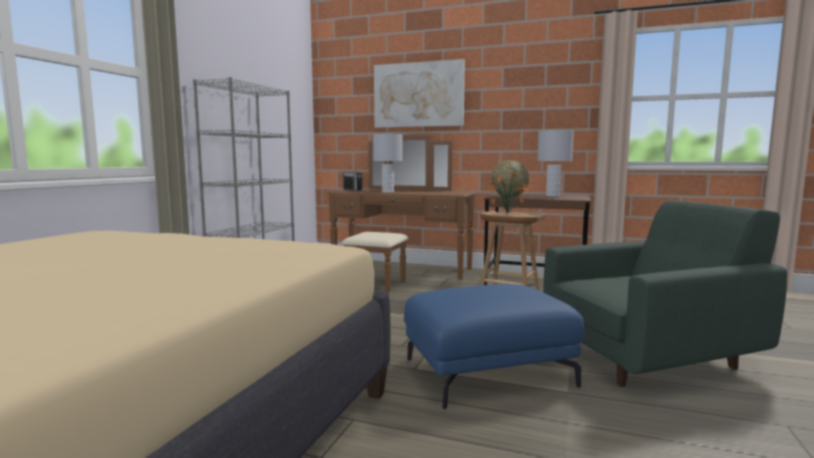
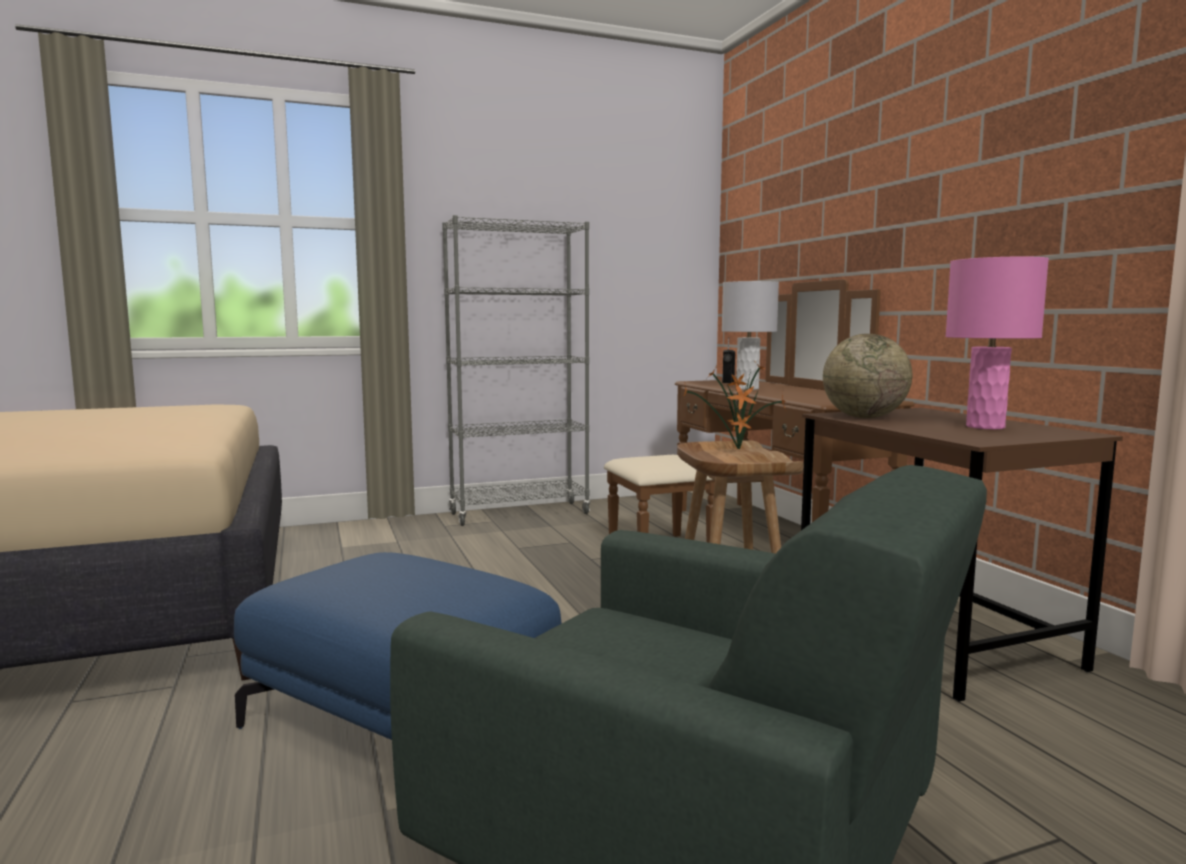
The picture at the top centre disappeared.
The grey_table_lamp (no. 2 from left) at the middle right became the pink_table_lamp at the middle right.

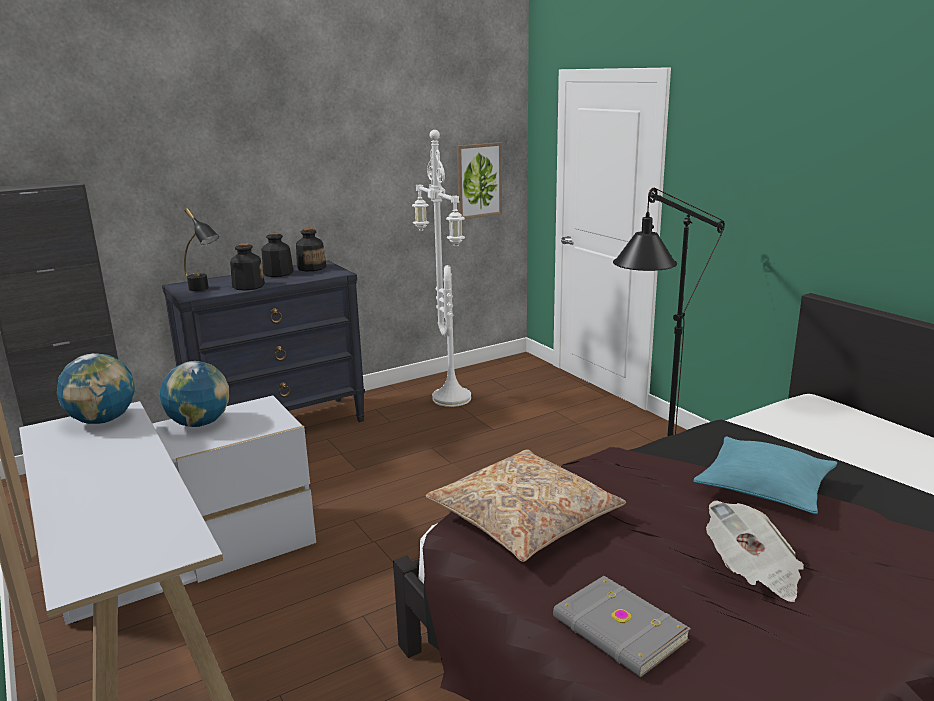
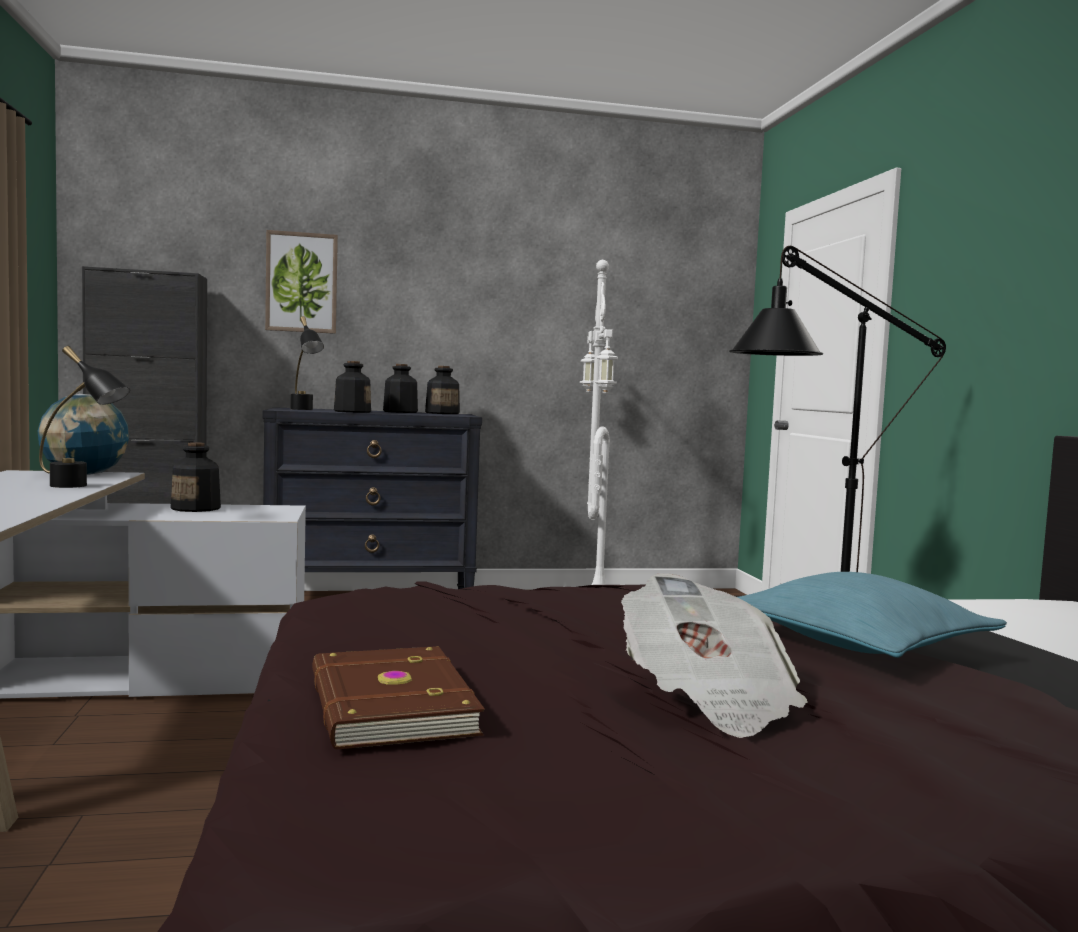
The picture moved from the top centre to the top left.
The globe (no. 2 from left) at the middle left was replaced by the beverage_bottle (no. 1 from left) at the middle left.
The beige_throw_pillow at the bottom centre disappeared.
The grey_volume at the bottom centre became the brown-coloured_volume at the bottom centre.
The black-coloured_table_lamp (no. 1 from left) at the middle left appeared.

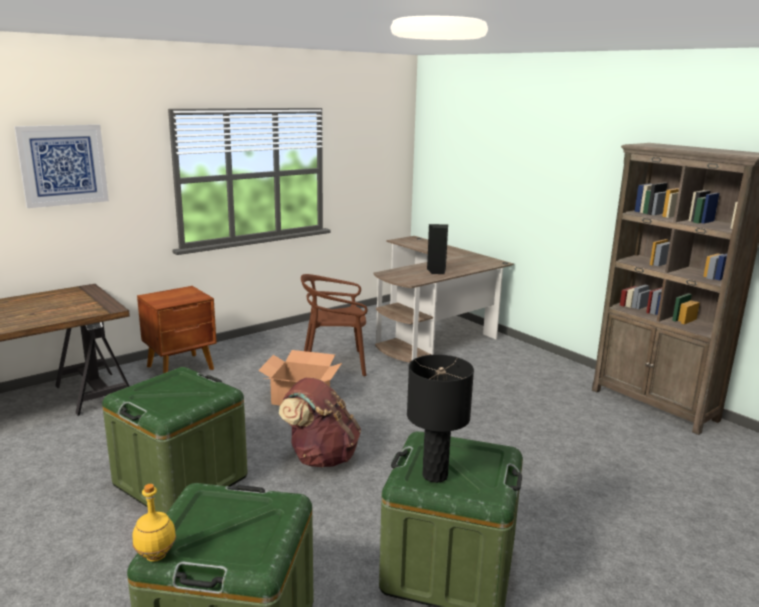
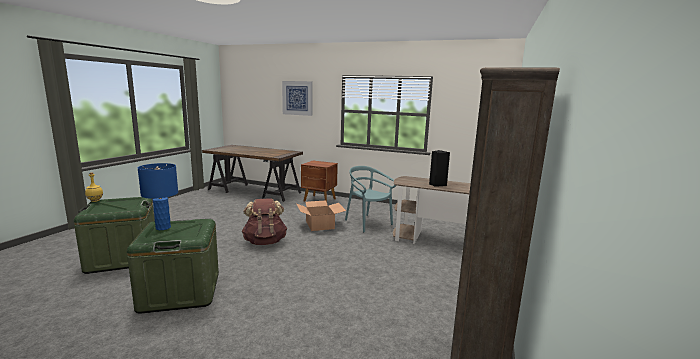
The brown-coloured_chair at the centre became the turquoise-coloured_chair at the centre.
The black-coloured_table_lamp at the bottom centre became the blue_table_lamp at the middle left.
The green-coloured_storage_bin (no. 1 from left) at the bottom left disappeared.

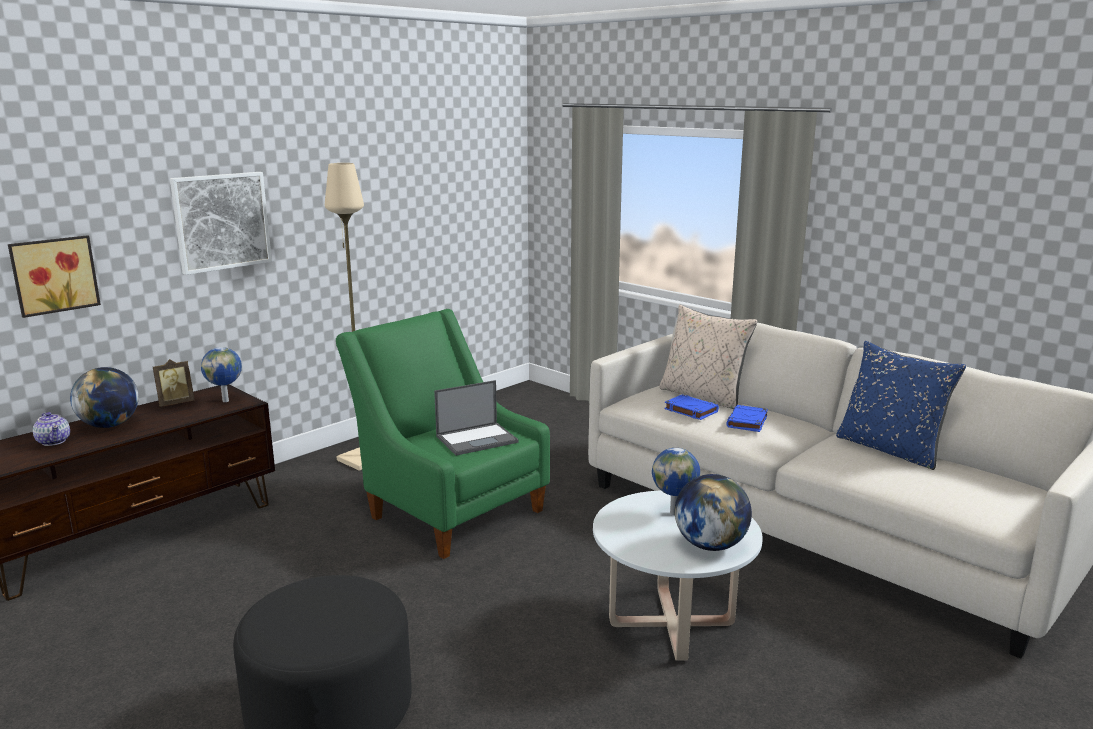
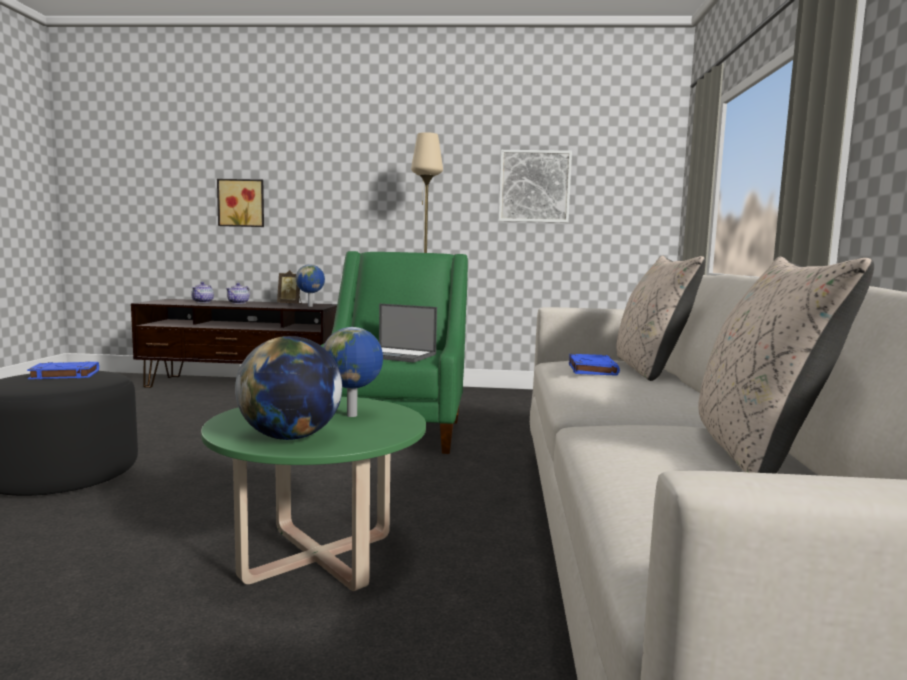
The picture (no. 2 from left) moved from the top left to the top centre.
The blue_throw_pillow at the middle right became the beige_throw_pillow (no. 2 from left) at the middle right.
The globe (no. 1 from left) at the middle left was replaced by the pot_for_tea (no. 2 from left) at the middle left.
The blue_volume (no. 2 from left in the first image) moved from the middle right to the middle left.
The white-coloured_lounge_table at the bottom centre became the green-coloured_lounge_table at the bottom centre.

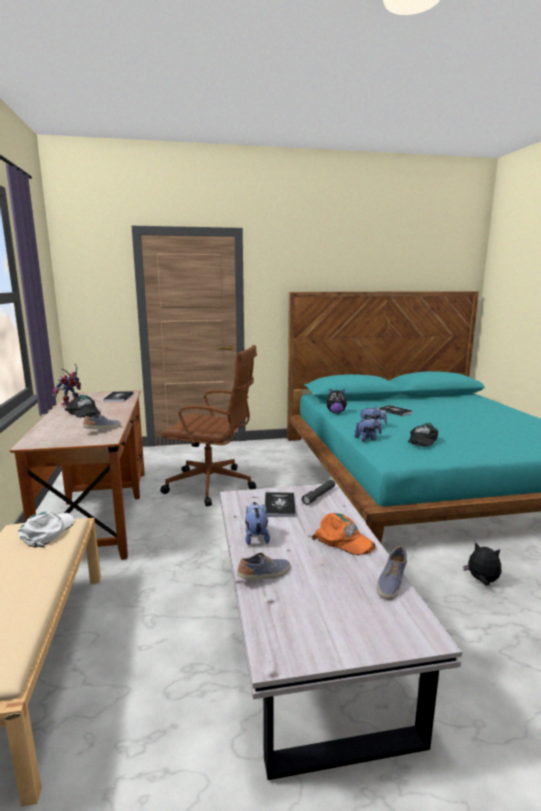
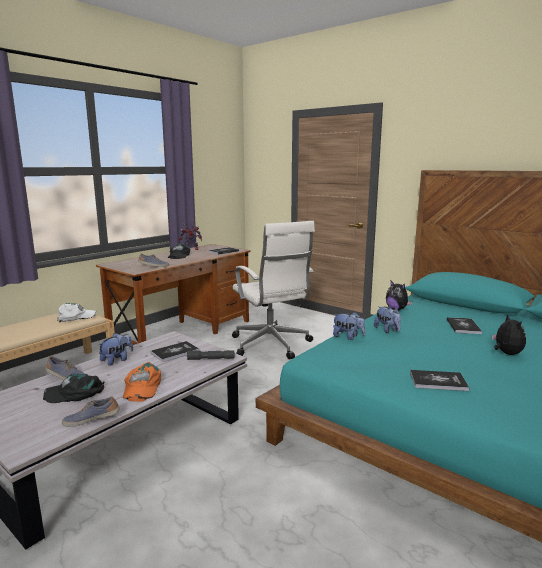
The brown-coloured_office_chair at the centre became the white-coloured_office_chair at the centre.
The black-coloured_peaked_cap (no. 2 from left in the first image) moved from the middle right to the bottom left.
The plush_toy (no. 5 from left) moved from the bottom right to the middle right.
The volume (no. 3 from left) at the bottom right appeared.

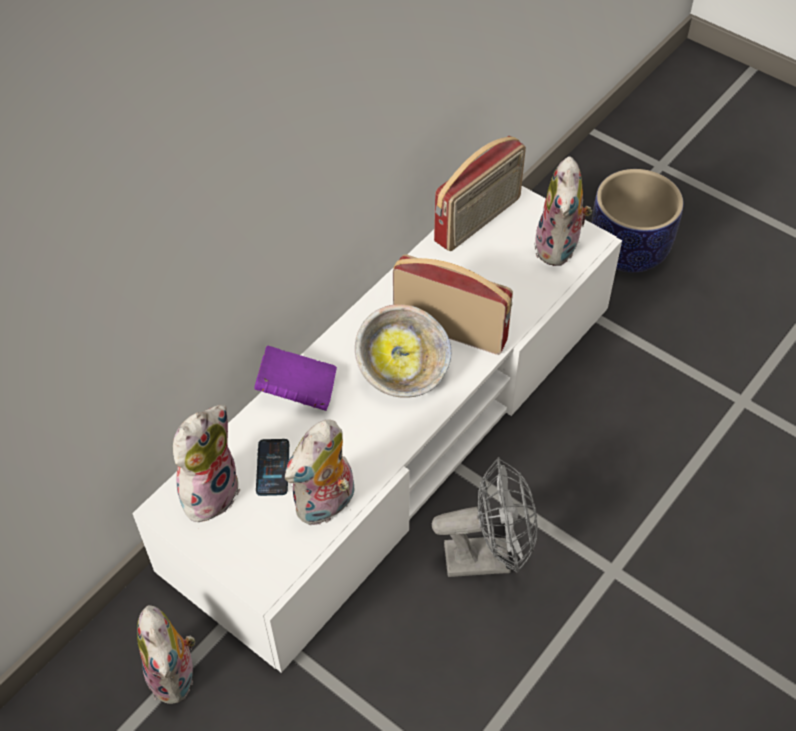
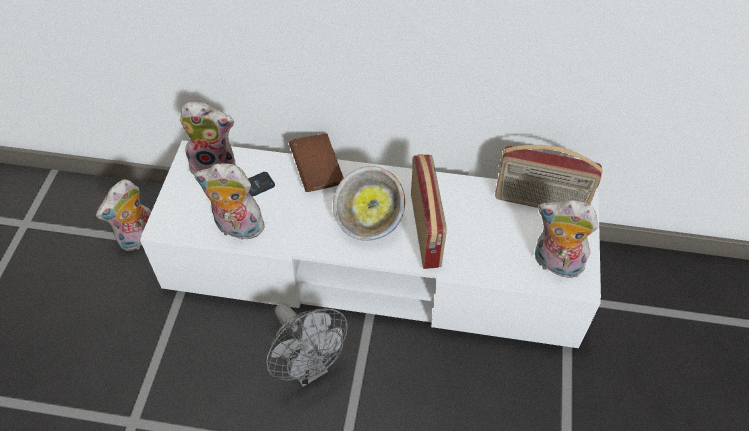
The plush_toy (no. 4 from left) at the top right turned 45 degrees clockwise.
The flower_pot at the top right disappeared.
The purple-coloured_volume at the centre became the brown-coloured_volume at the centre.

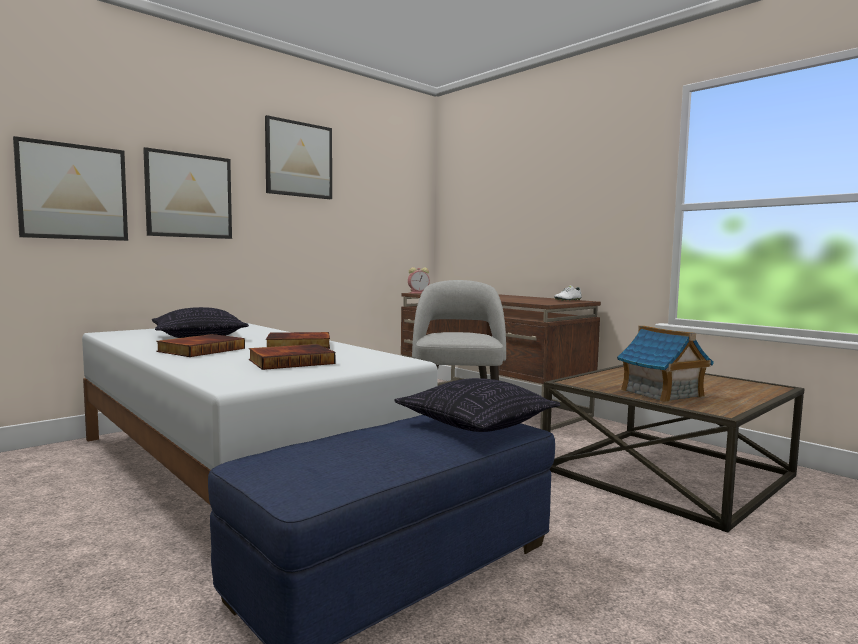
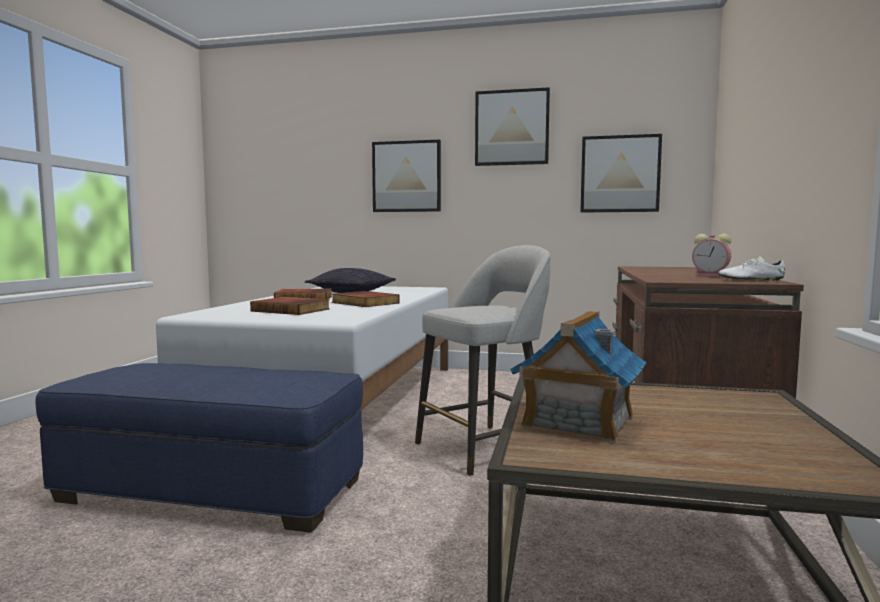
The picture (no. 1 from left in the first image) moved from the top left to the top right.
The alarm_clock moved from the centre to the middle right.
The throw_pillow (no. 2 from left) at the centre disappeared.

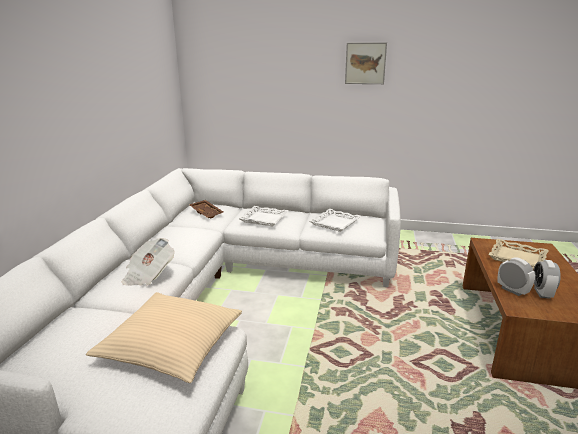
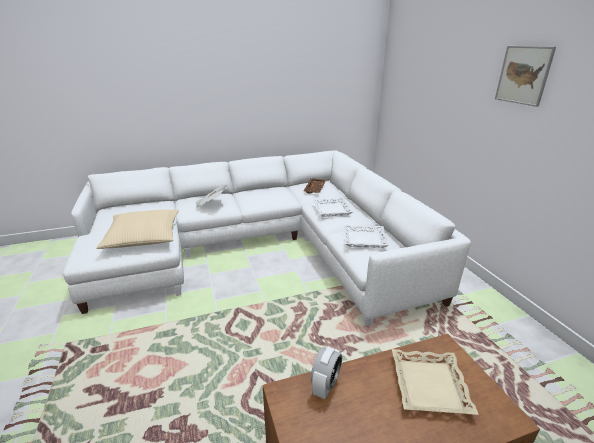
The alarm_clock (no. 2 from left) at the middle right disappeared.

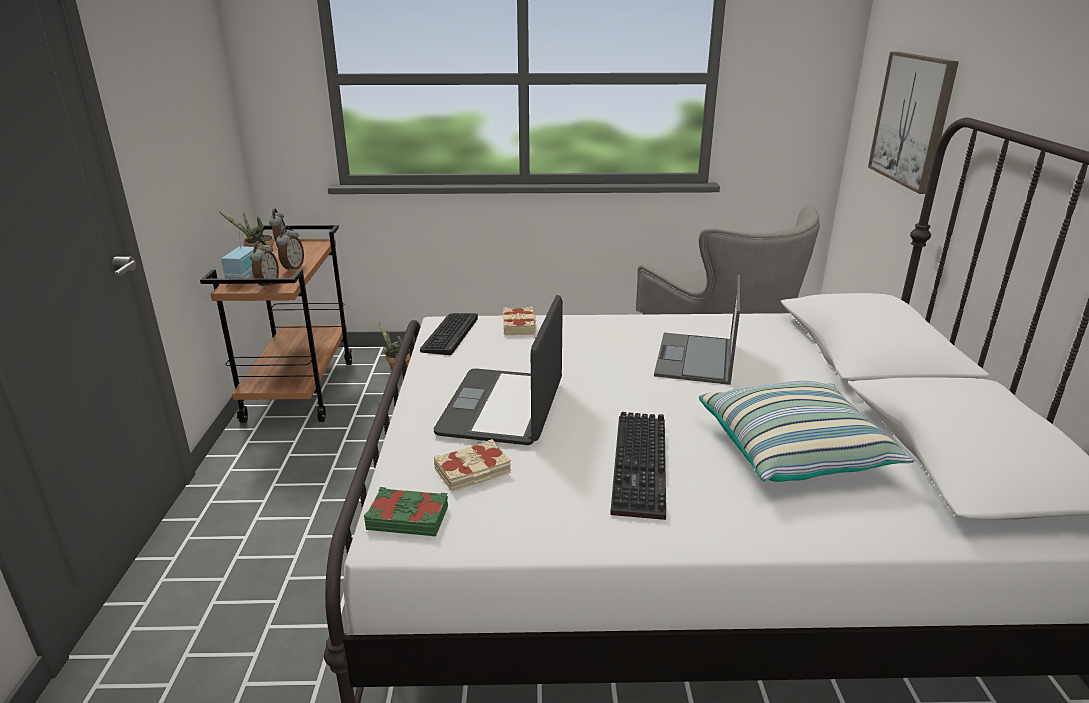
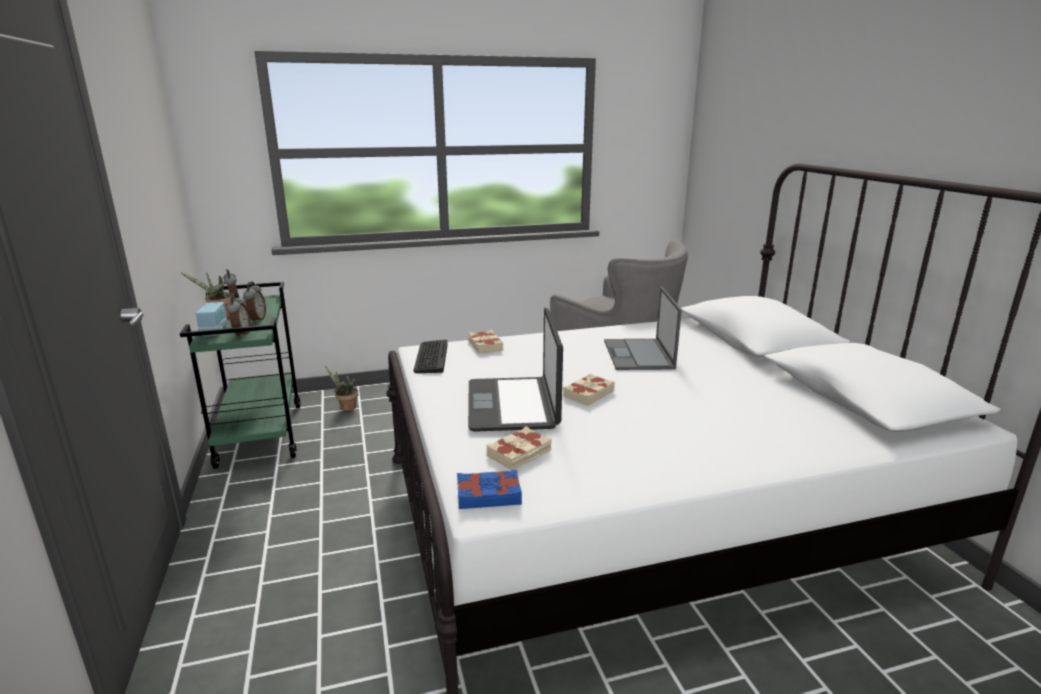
The picture at the top right disappeared.
The brown-coloured_wheeled_cart at the middle left became the green-coloured_wheeled_cart at the middle left.
The throw_pillow at the middle right disappeared.
The PC_keyboard (no. 2 from left) at the centre disappeared.
The green-coloured_volume at the bottom centre became the blue_volume at the bottom centre.
The beige_volume (no. 3 from left) at the centre appeared.

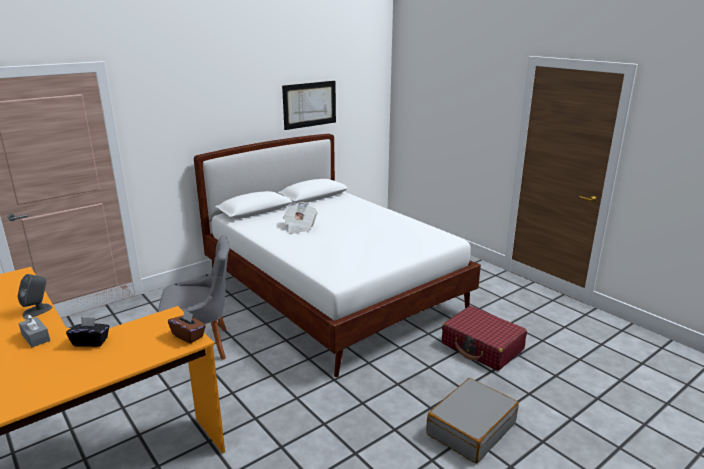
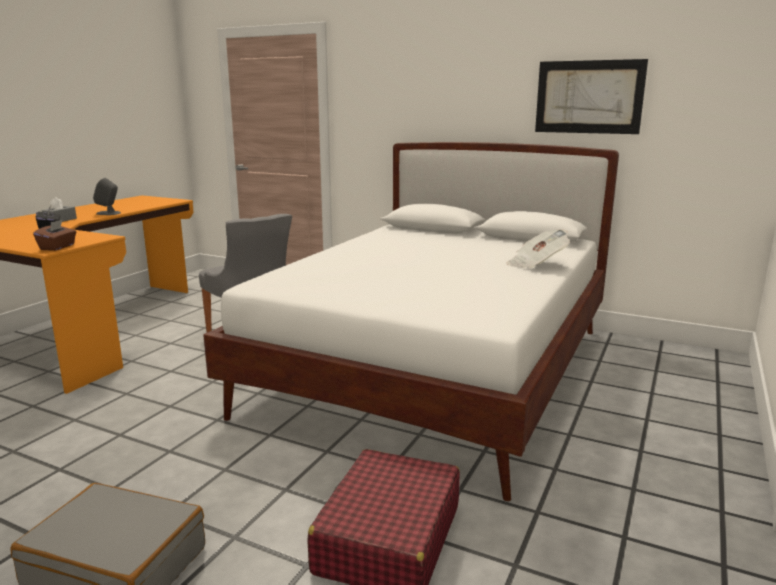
The printed_paper moved from the centre to the middle right.

